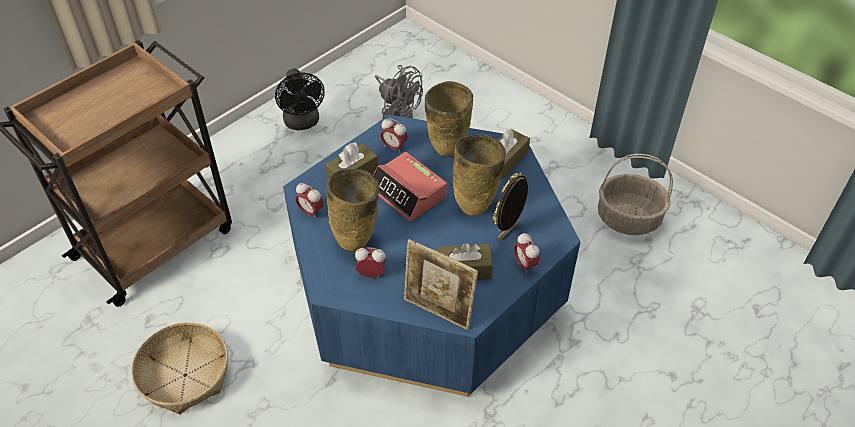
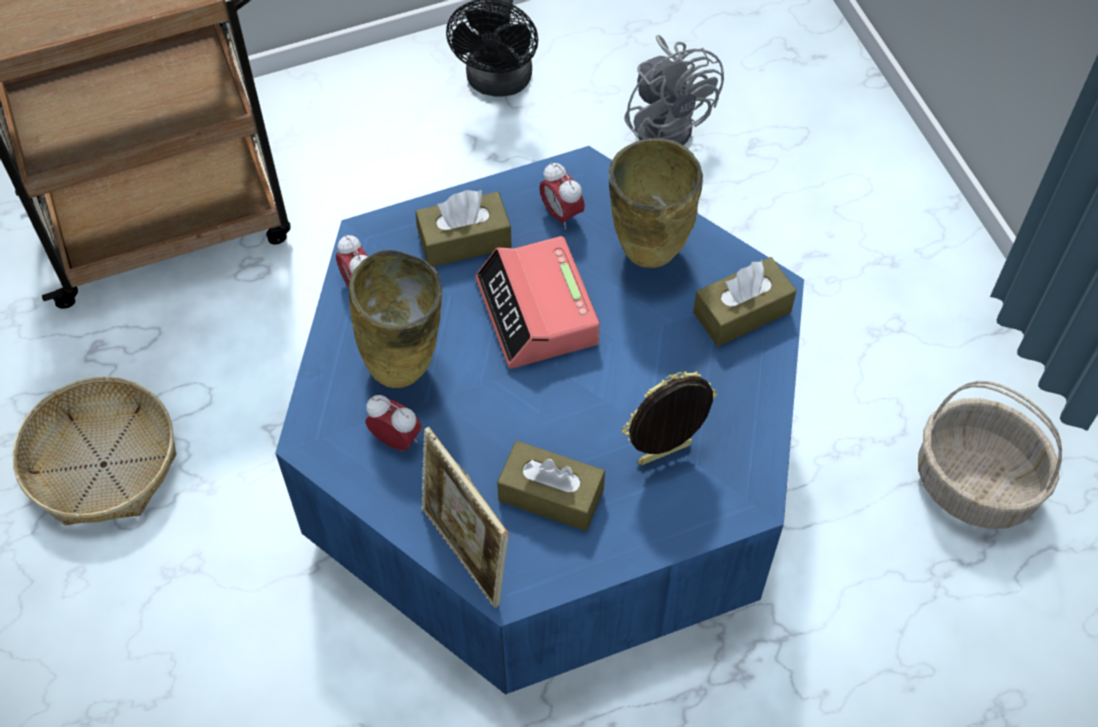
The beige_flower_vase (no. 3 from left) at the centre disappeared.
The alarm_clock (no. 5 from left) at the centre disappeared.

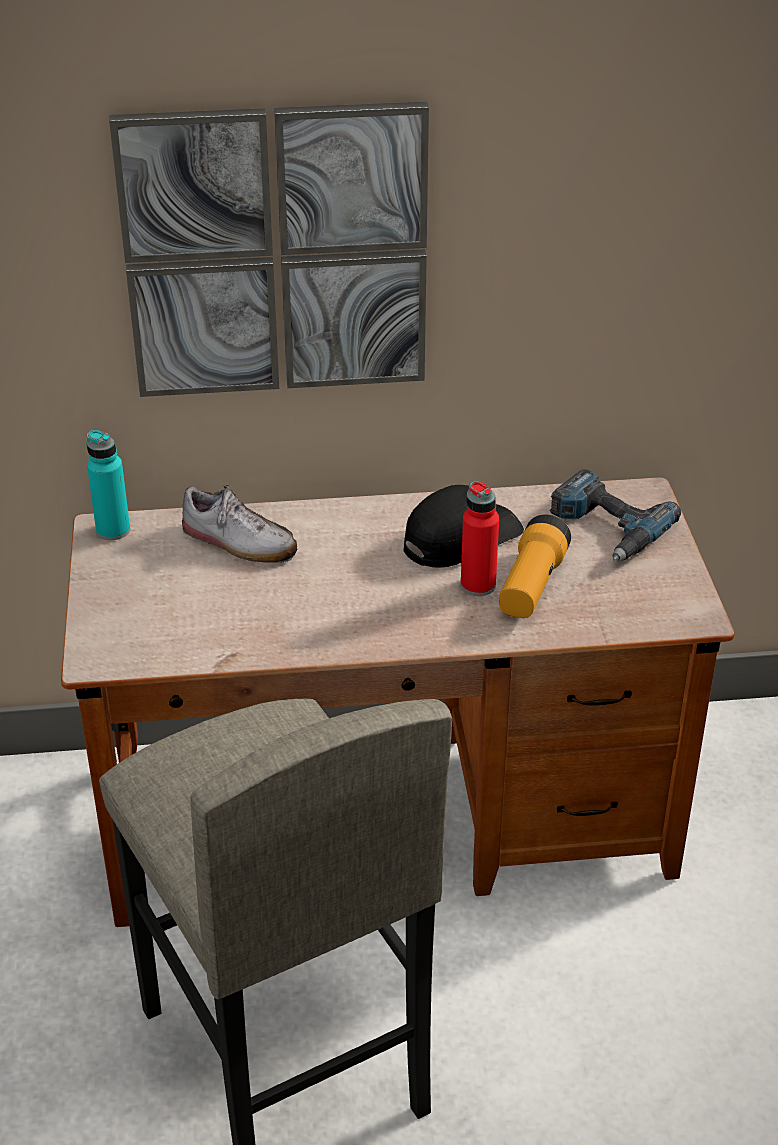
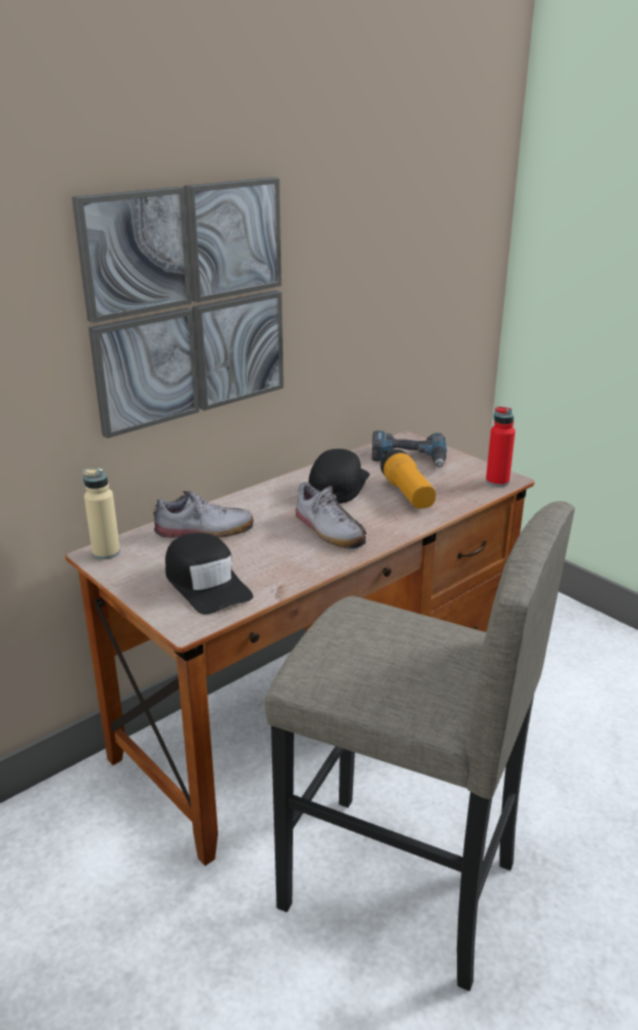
The turquoise-coloured_beverage_bottle at the middle left became the beige_beverage_bottle at the middle left.
The reddish_beverage_bottle moved from the centre to the middle right.
The item_of_footwear (no. 2 from left) at the centre appeared.
The black-coloured_peaked_cap (no. 1 from left) at the middle left appeared.

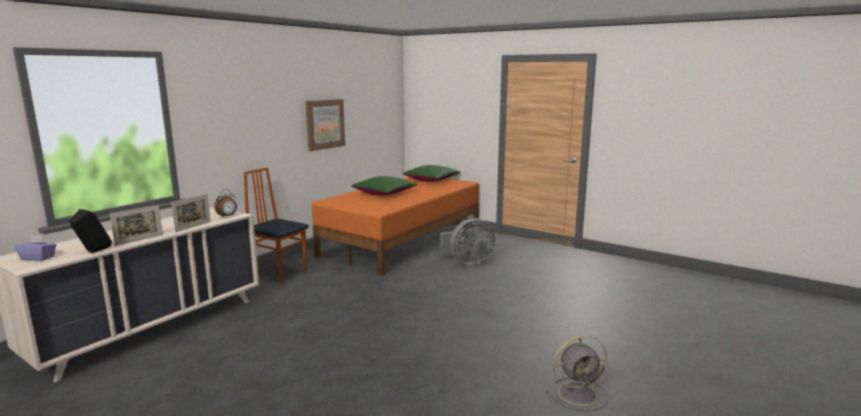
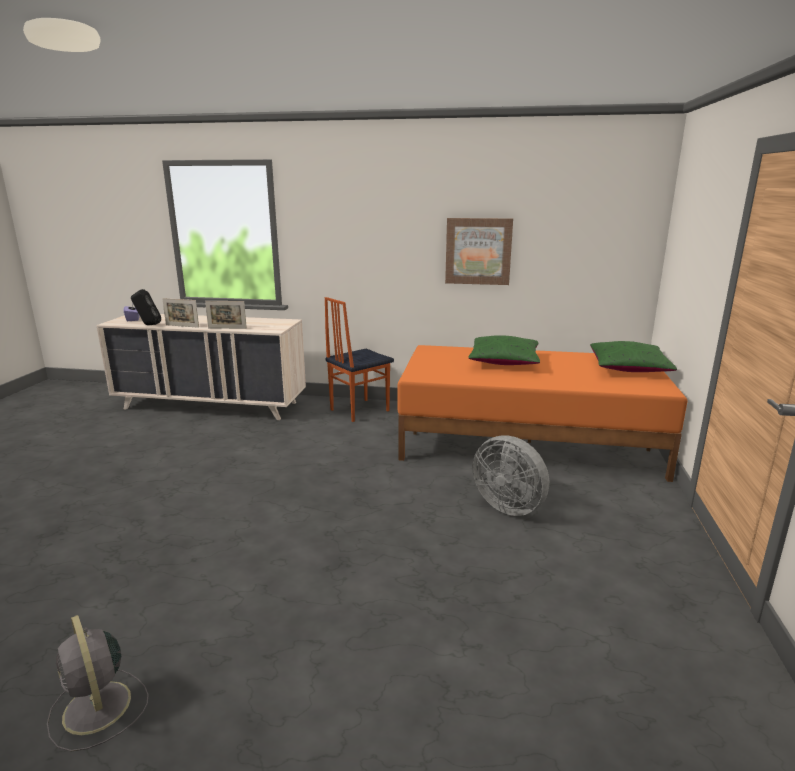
The chair at the middle left turned 135 degrees counterclockwise.
The alarm_clock at the middle left disappeared.

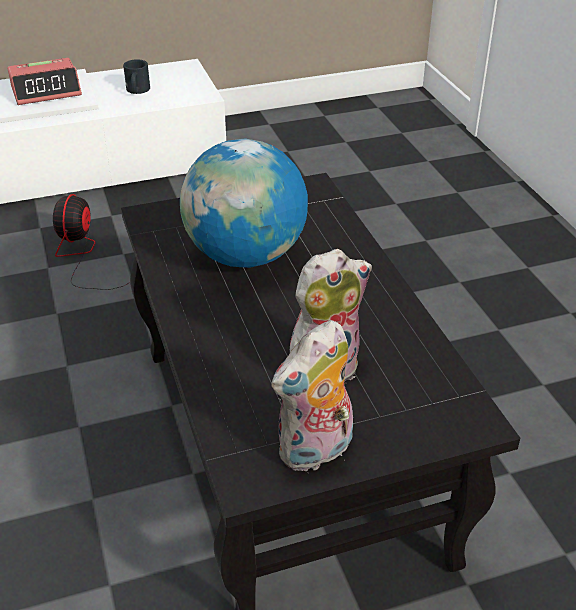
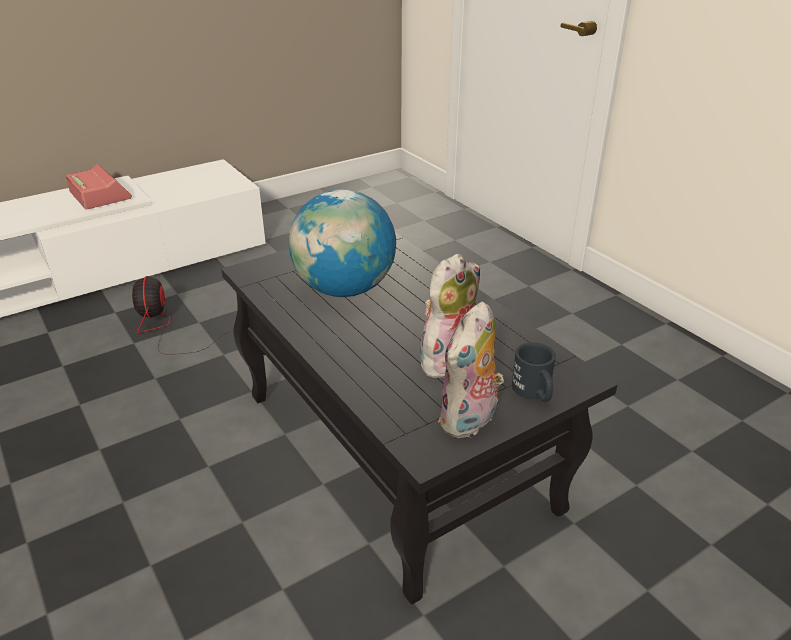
The alarm_clock at the top left turned 90 degrees counterclockwise.
The black-coloured_coffee_mug moved from the top left to the middle right.

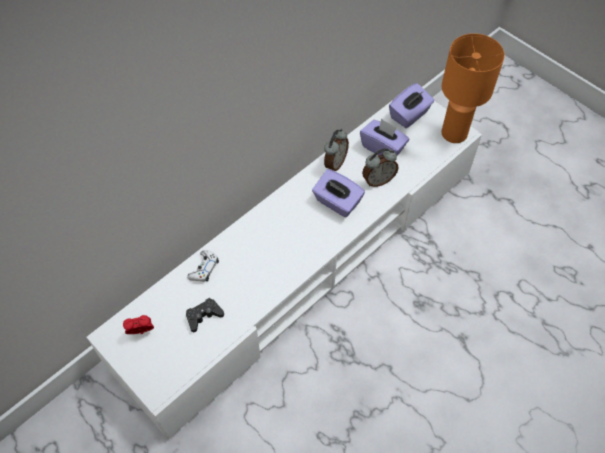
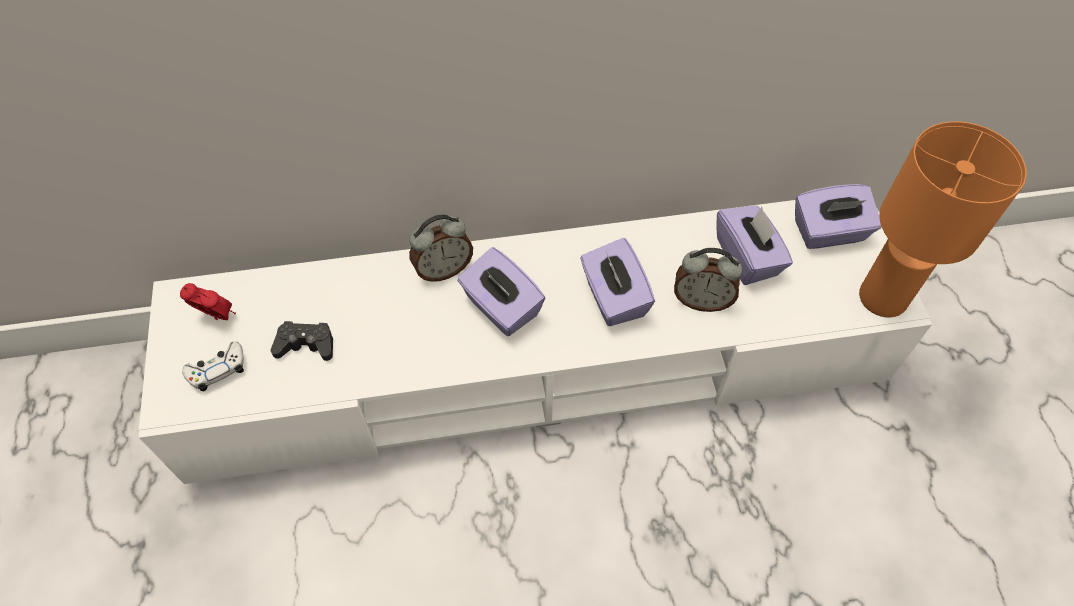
The alarm_clock (no. 2 from left) moved from the top centre to the centre.
The white-coloured_joypad moved from the centre to the middle left.
The purple-coloured_tissue_holder (no. 1 from left) at the centre appeared.

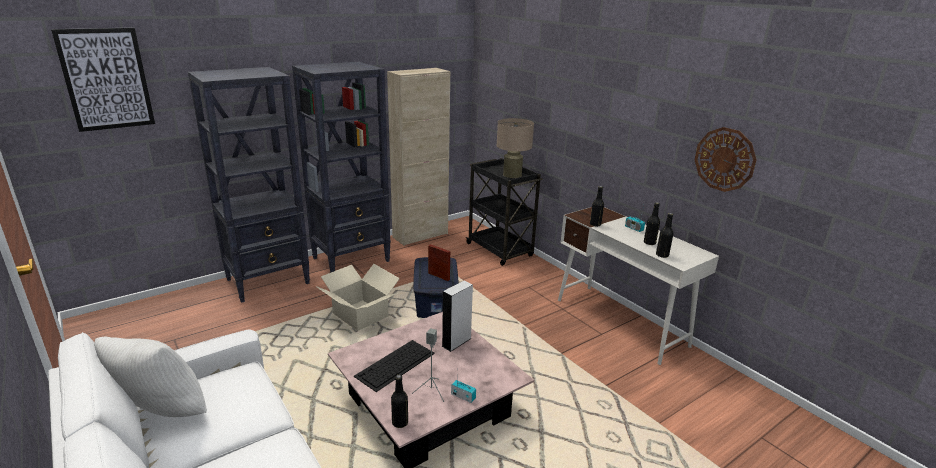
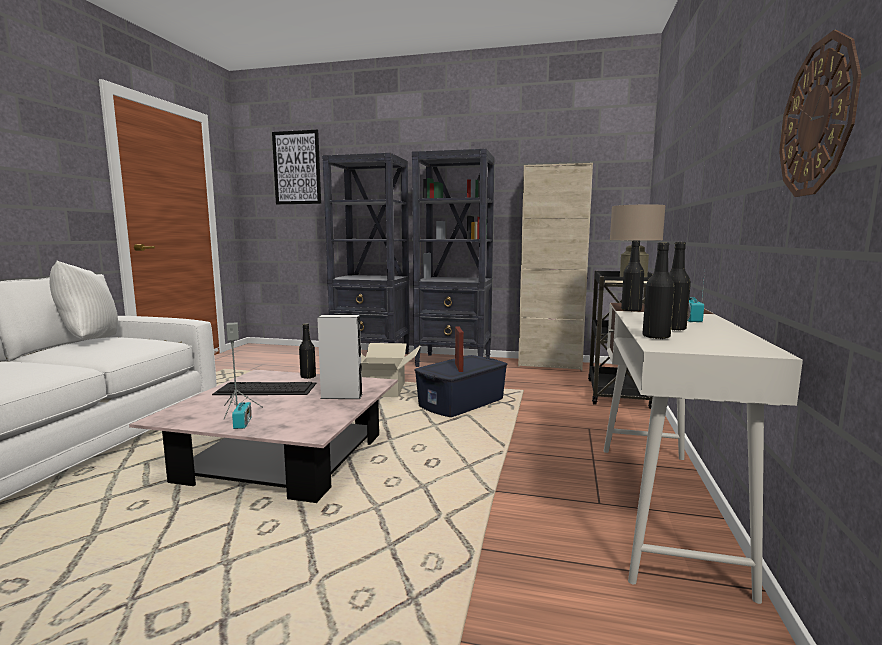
The black-coloured_beverage_bottle (no. 1 from left) moved from the bottom centre to the centre.

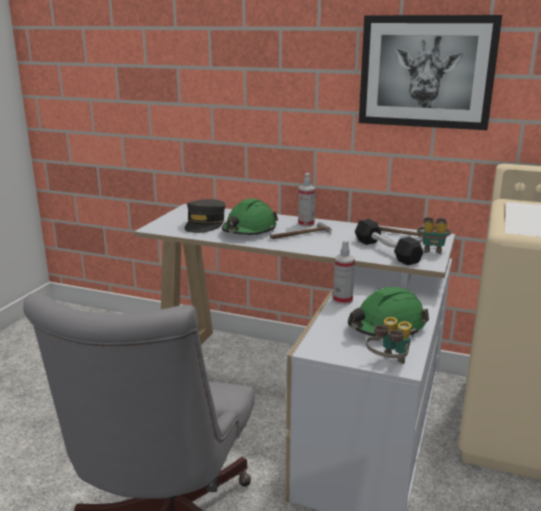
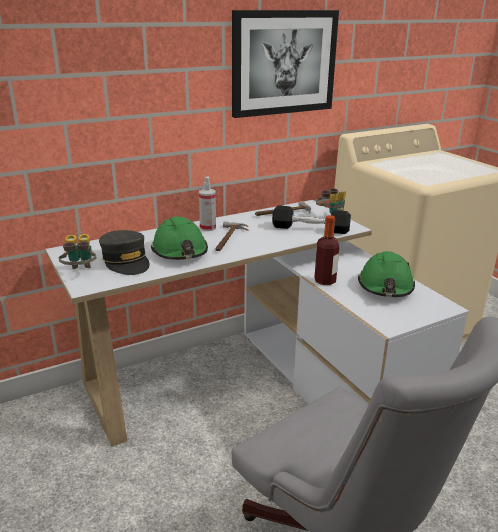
The spray_bottle (no. 2 from left) at the centre was replaced by the beverage_bottle at the centre.
The field_glasses (no. 1 from left) moved from the middle right to the middle left.

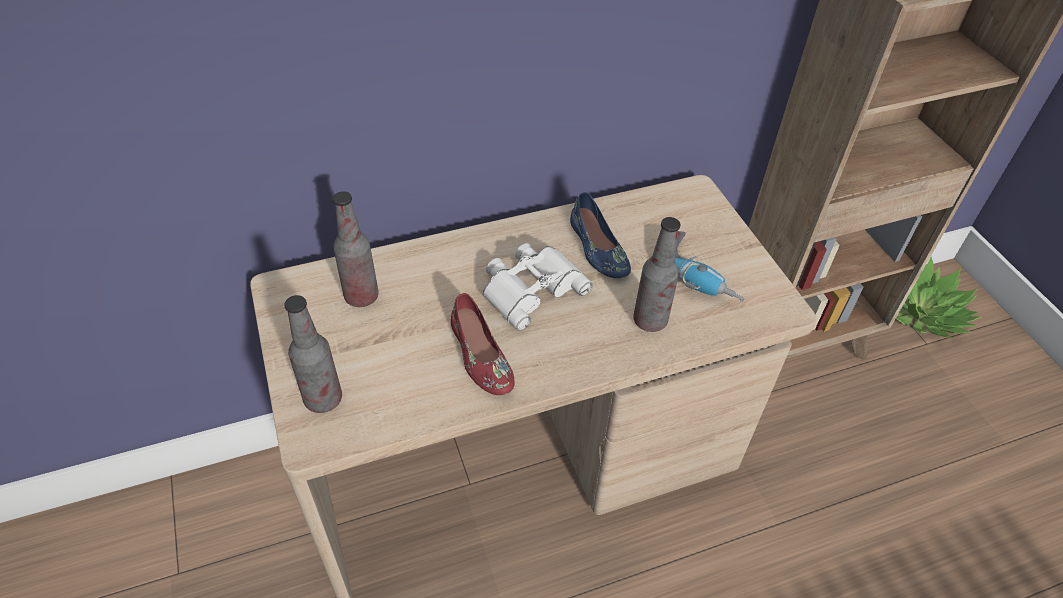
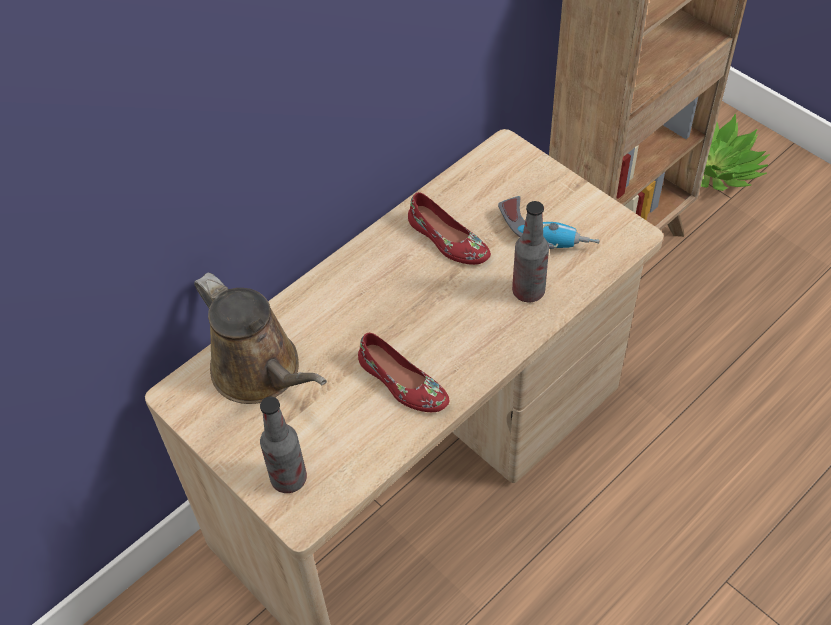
The beverage_bottle (no. 2 from left) at the centre was replaced by the brown-coloured_watering_can at the middle left.
The blue_item_of_footwear at the centre became the reddish_item_of_footwear (no. 2 from left) at the centre.
The white-coloured_field_glasses at the centre disappeared.

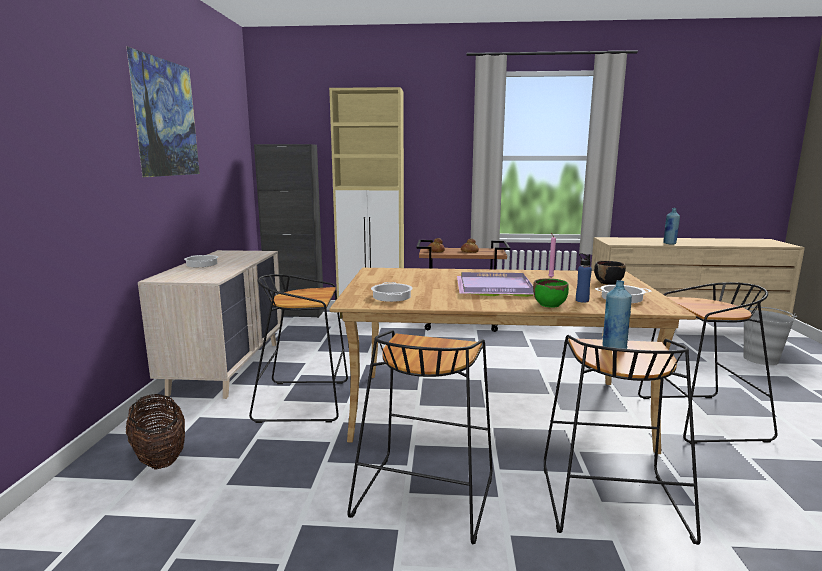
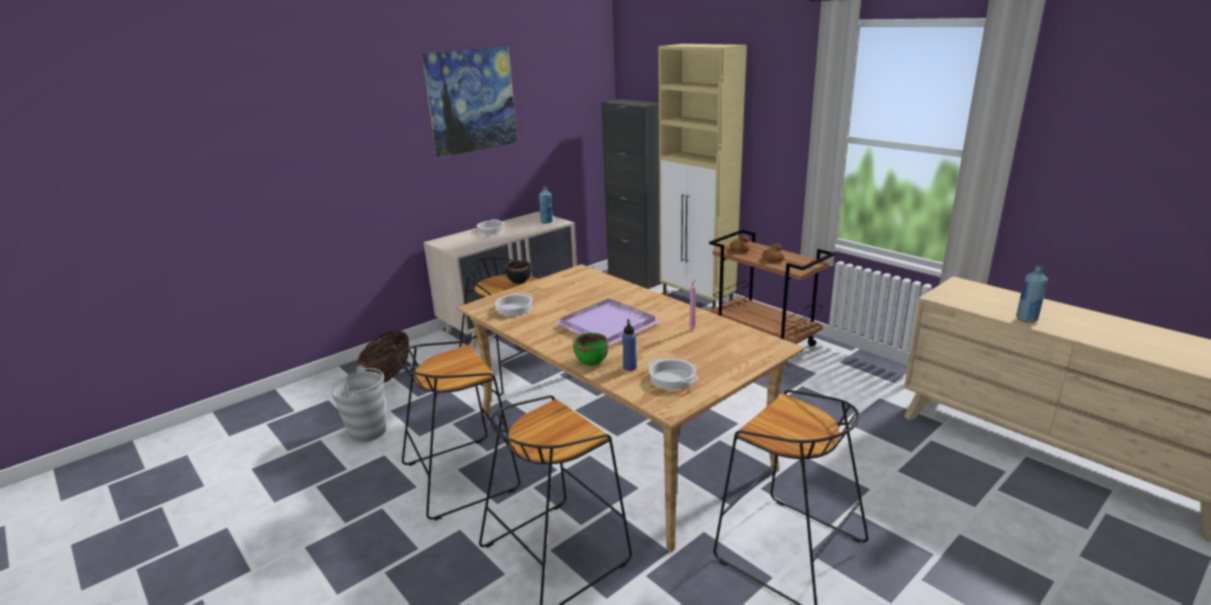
The black-coloured_bowl moved from the middle right to the centre.
The blue_beverage_bottle (no. 2 from left in the first image) moved from the middle right to the centre.
The grey_water_bucket moved from the middle right to the bottom left.

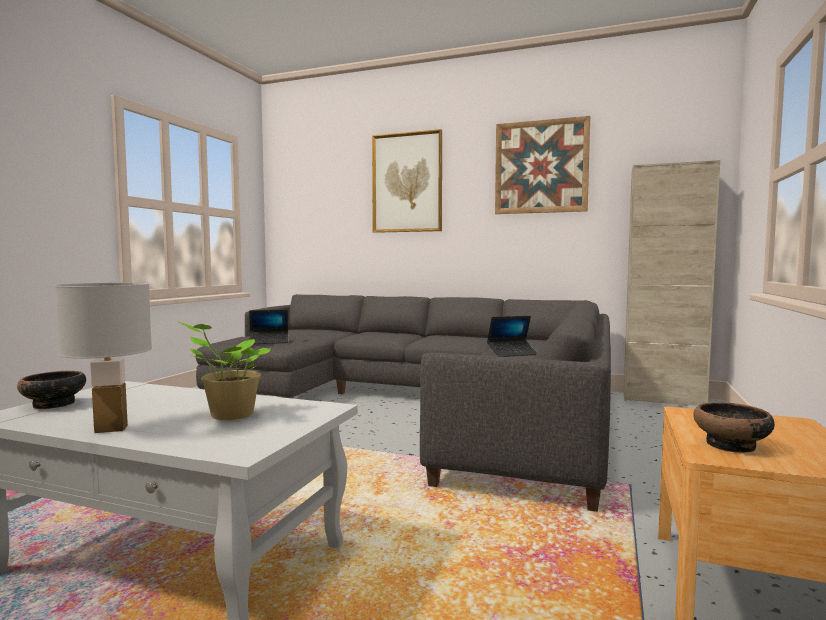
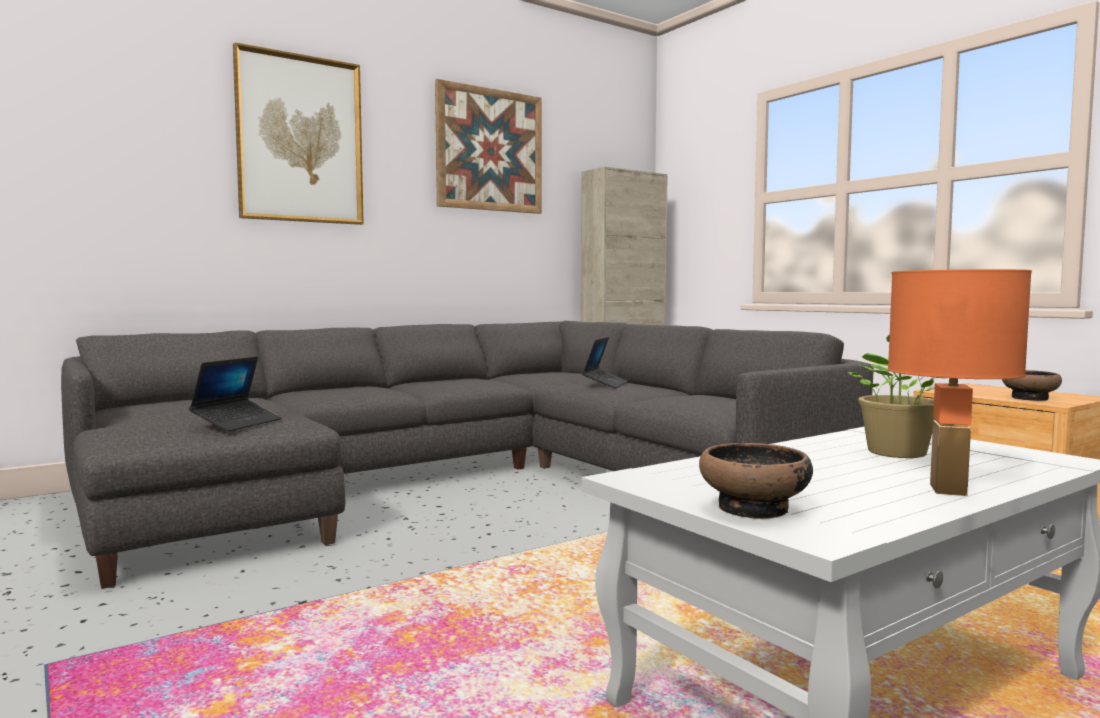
The white-coloured_table_lamp at the middle left became the orange_table_lamp at the middle right.

